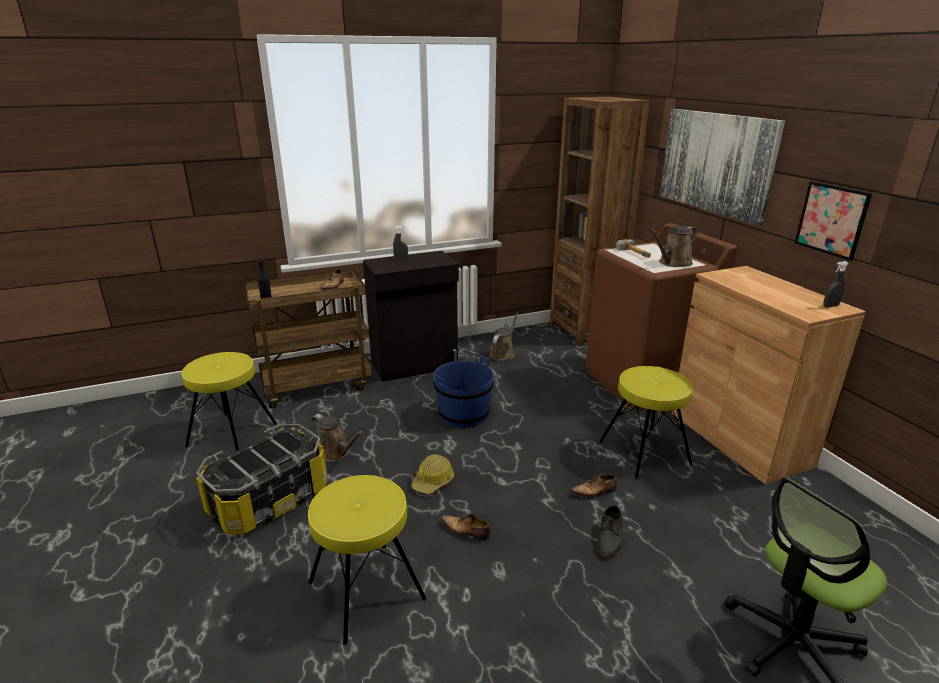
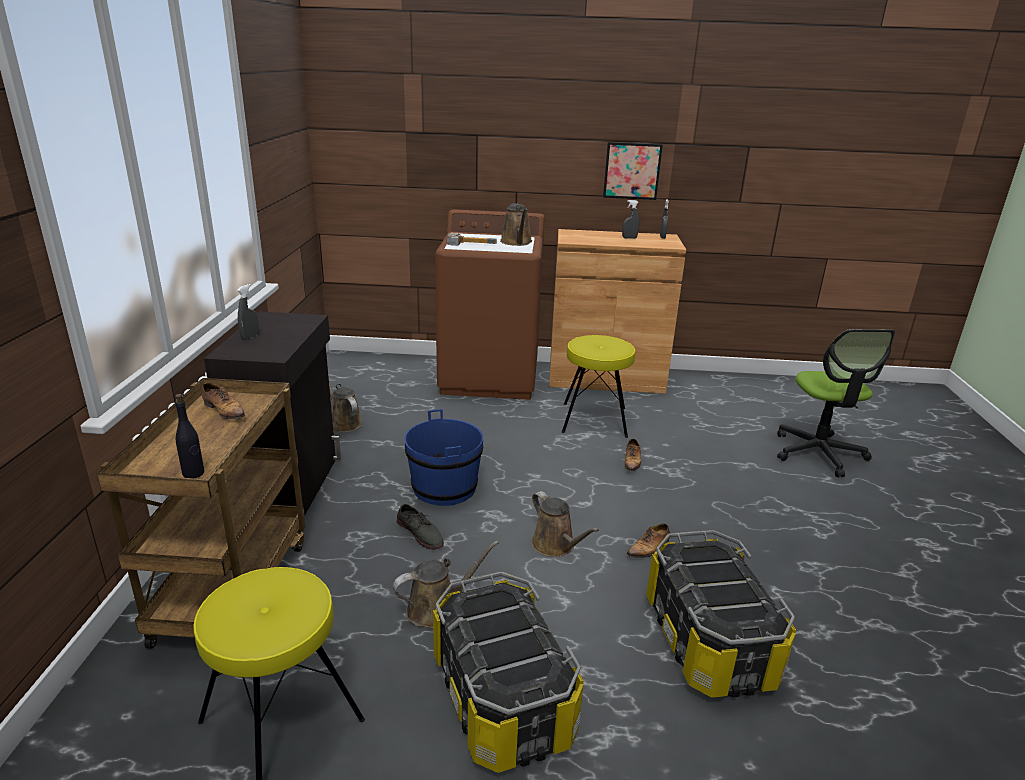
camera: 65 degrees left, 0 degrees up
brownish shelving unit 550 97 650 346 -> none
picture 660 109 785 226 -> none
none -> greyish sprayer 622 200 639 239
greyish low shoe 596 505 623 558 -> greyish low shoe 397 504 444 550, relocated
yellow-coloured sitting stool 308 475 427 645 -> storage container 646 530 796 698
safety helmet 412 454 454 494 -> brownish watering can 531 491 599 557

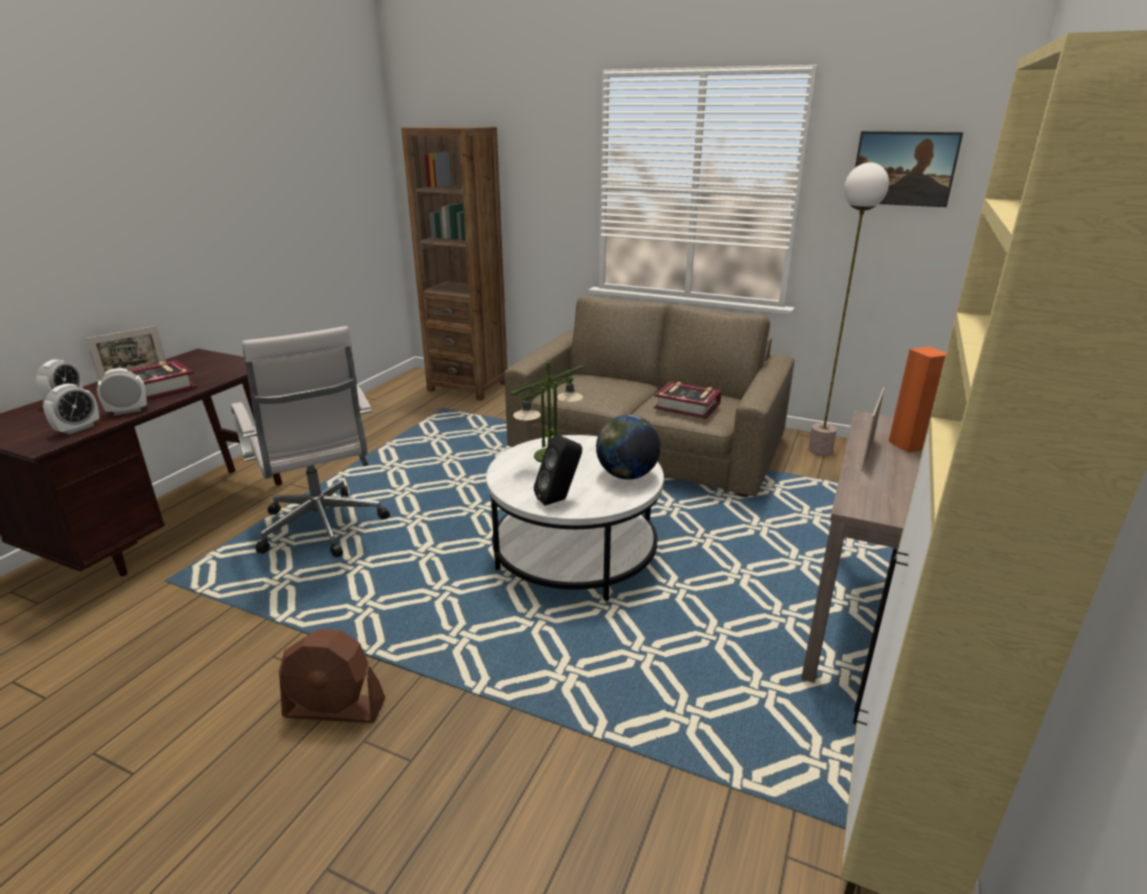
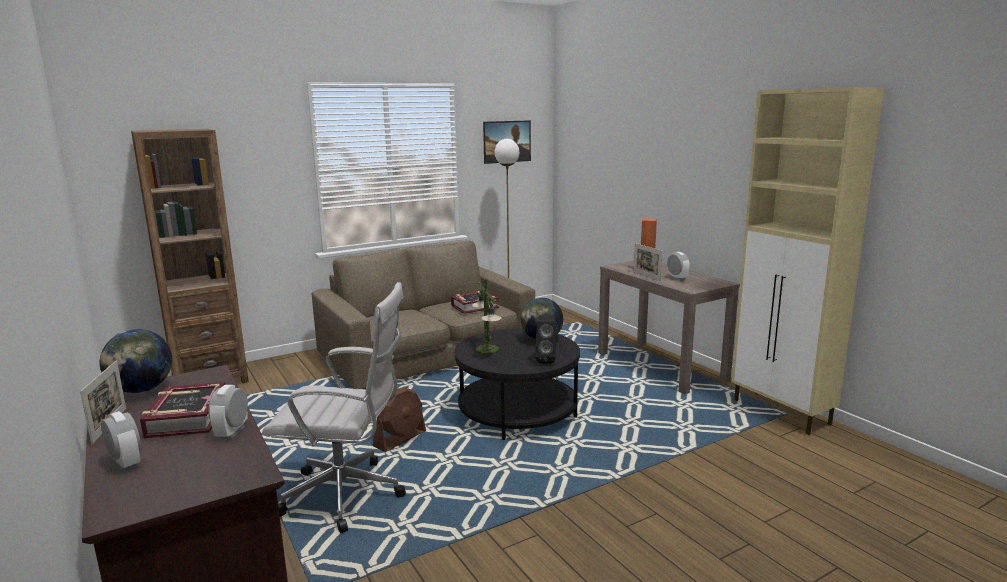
camera: 55 degrees left, 10 degrees down
none -> world globe 100 329 172 393
table clock 43 384 100 435 -> table clock 667 252 690 280, relocated
brownish cooling fan 279 629 385 723 -> brownish cooling fan 373 387 426 452, relocated
white-coloured lounge table 486 435 664 601 -> blackish lounge table 455 329 580 440

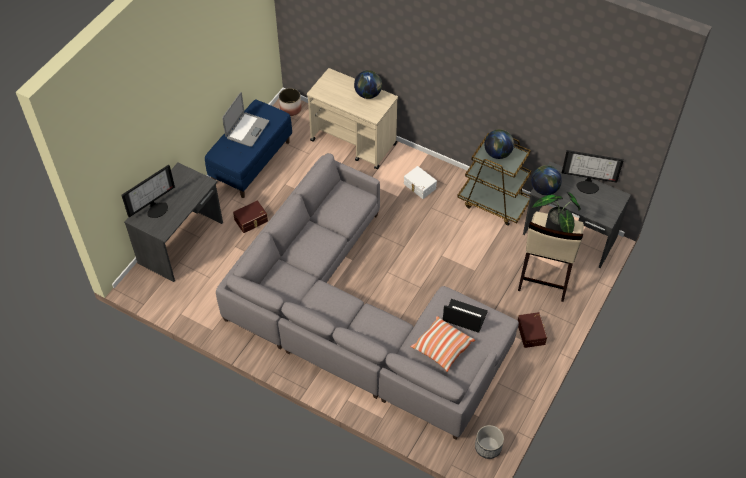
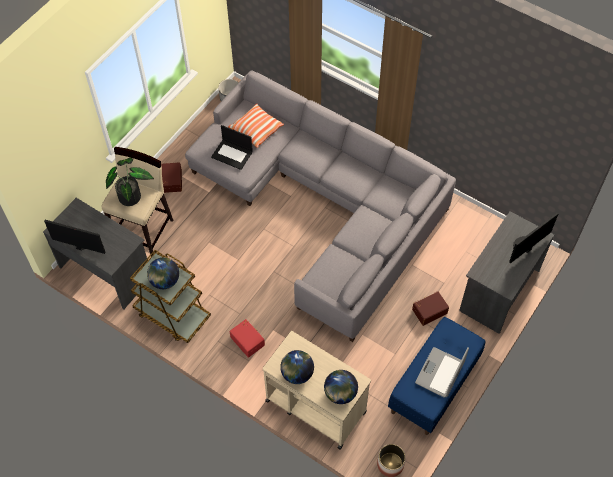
camera: 175 degrees left, 5 degrees up
world globe 531 165 562 195 -> world globe 324 370 358 404, relocated
white-coloured storage container 404 166 437 199 -> red storage container 229 319 265 358

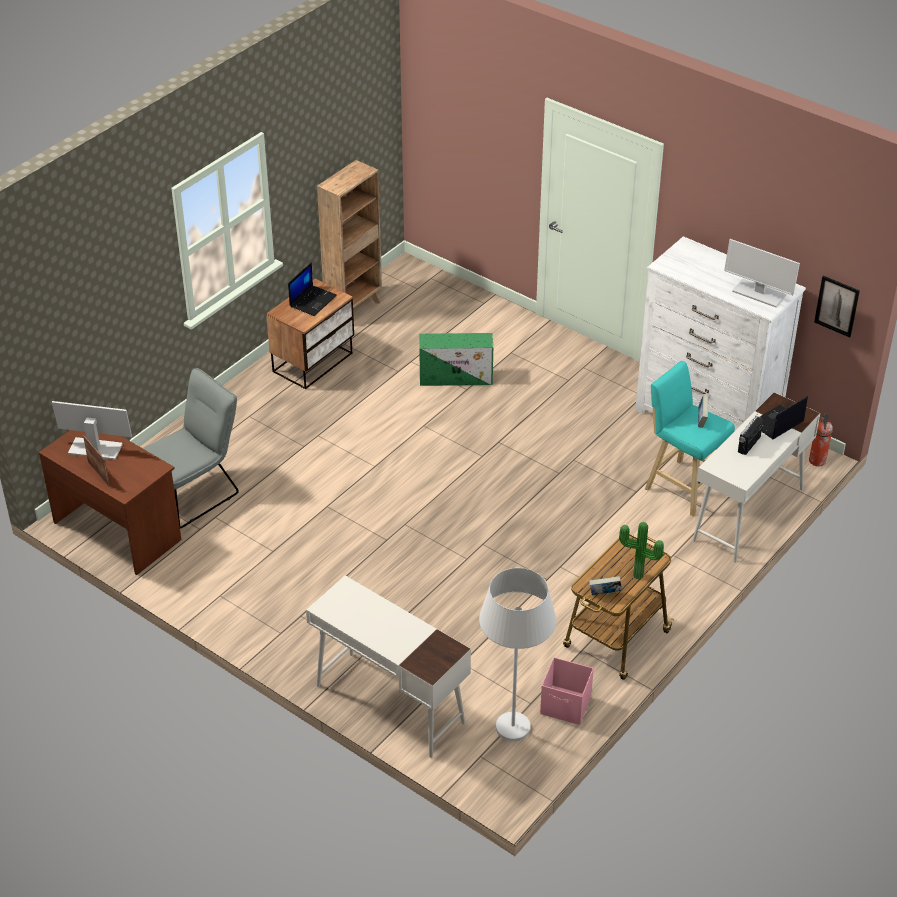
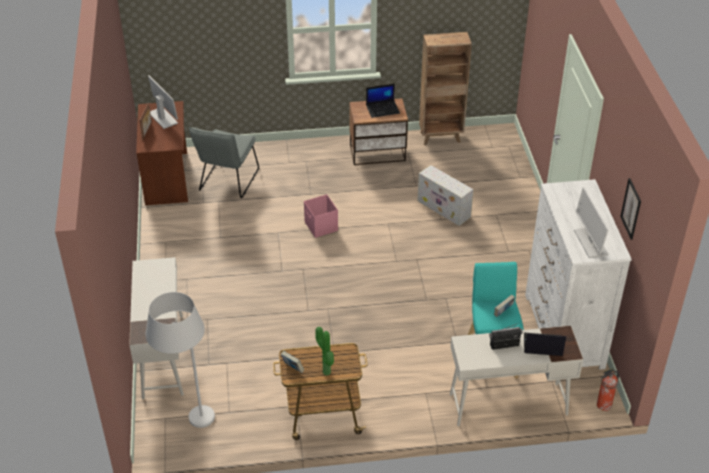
camera: 45 degrees right, 0 degrees up
pink storage container 540 657 594 725 -> pink storage container 304 194 338 238, relocated
picture 814 276 860 337 -> picture 620 178 641 240, relocated
green storage container 419 333 493 386 -> white-coloured storage container 417 165 474 226
greyish chair 143 368 239 529 -> greyish chair 189 127 259 198, 105 degrees clockwise

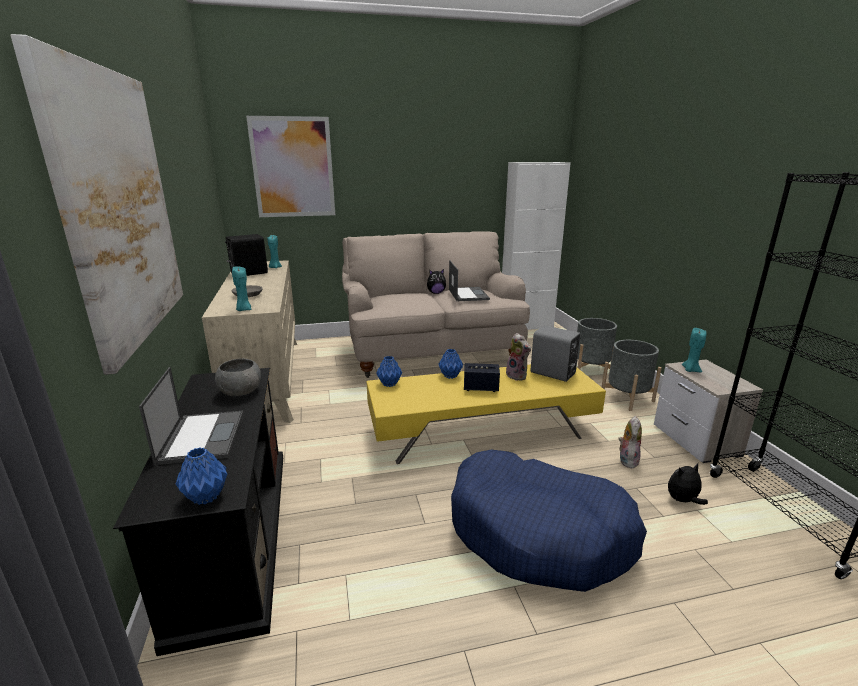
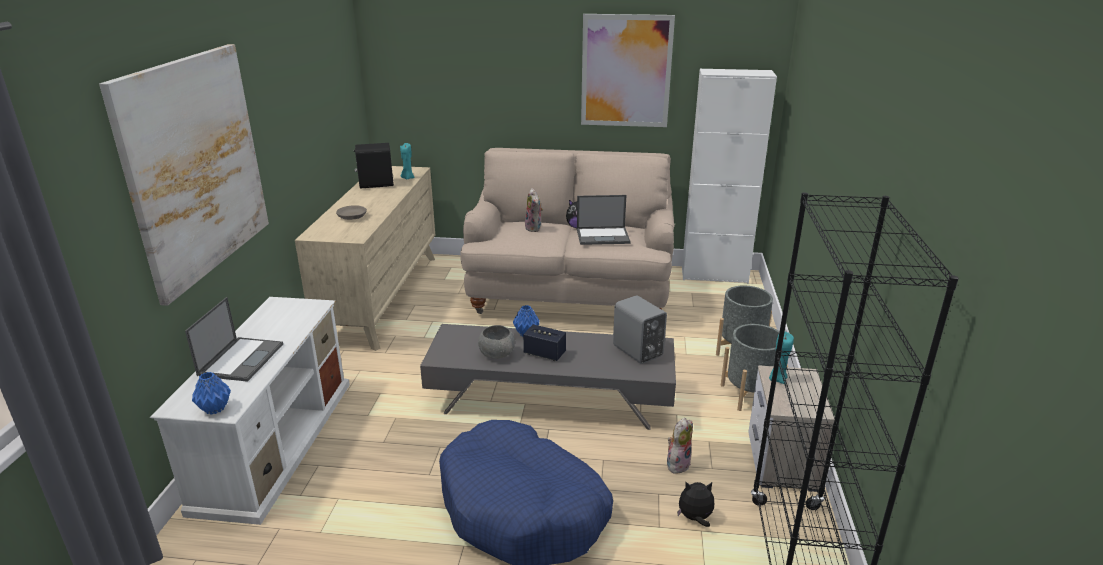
camera: 20 degrees right, 5 degrees up
turquoise wax candle 232 266 252 311 -> none
bluish flower vase 376 356 402 387 -> none
greyish deep dish 215 358 261 396 -> greyish deep dish 478 325 515 359, relocated
picture 246 116 335 217 -> picture 581 14 675 127, relocated
soft toy 506 333 531 381 -> soft toy 525 188 543 232, relocated
blackish tv stand 113 368 283 656 -> white-coloured tv stand 150 297 350 525
yellow-coloured lounge table 366 364 606 464 -> greyish lounge table 420 324 676 430
portable computer 449 260 490 301 -> portable computer 577 195 631 245, 75 degrees clockwise

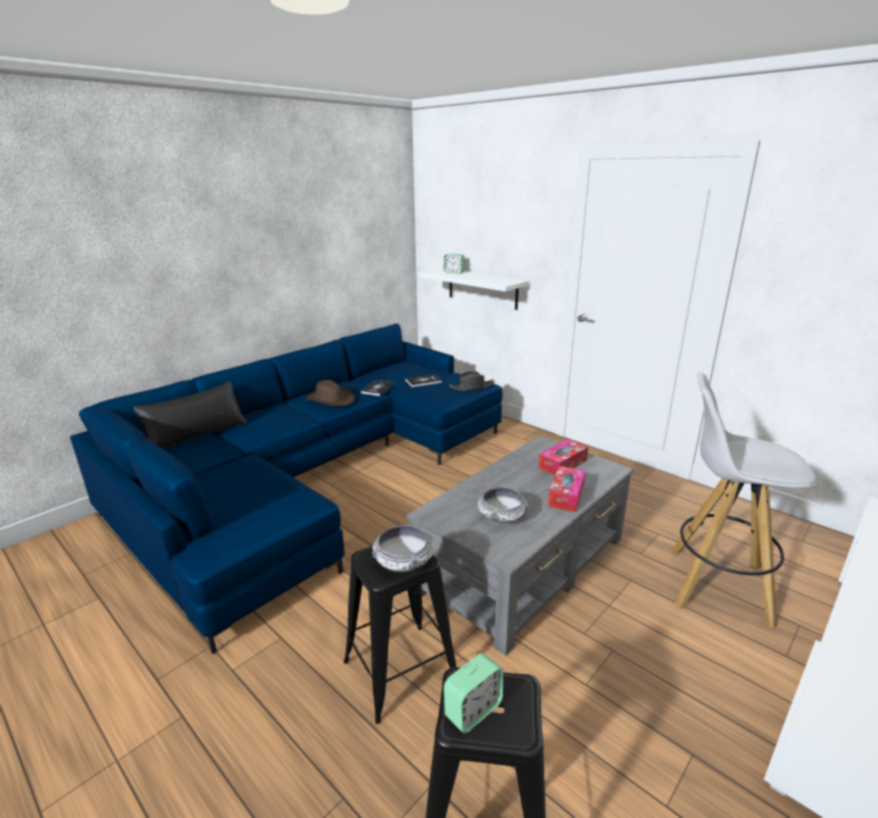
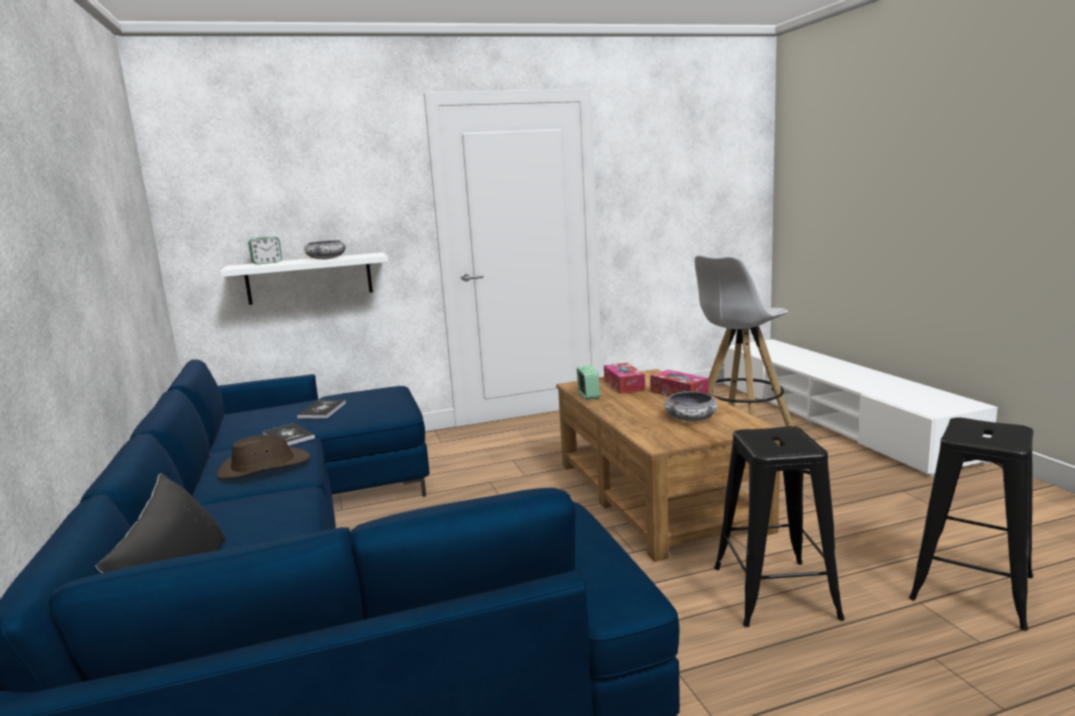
camera: 60 degrees left, 10 degrees down
blackish hat 449 371 495 391 -> none
deep dish 372 525 434 572 -> deep dish 304 240 346 259, relocated
table clock 444 653 503 734 -> table clock 577 365 600 400, relocated
greyish lounge table 406 435 634 656 -> brownish lounge table 556 369 780 562

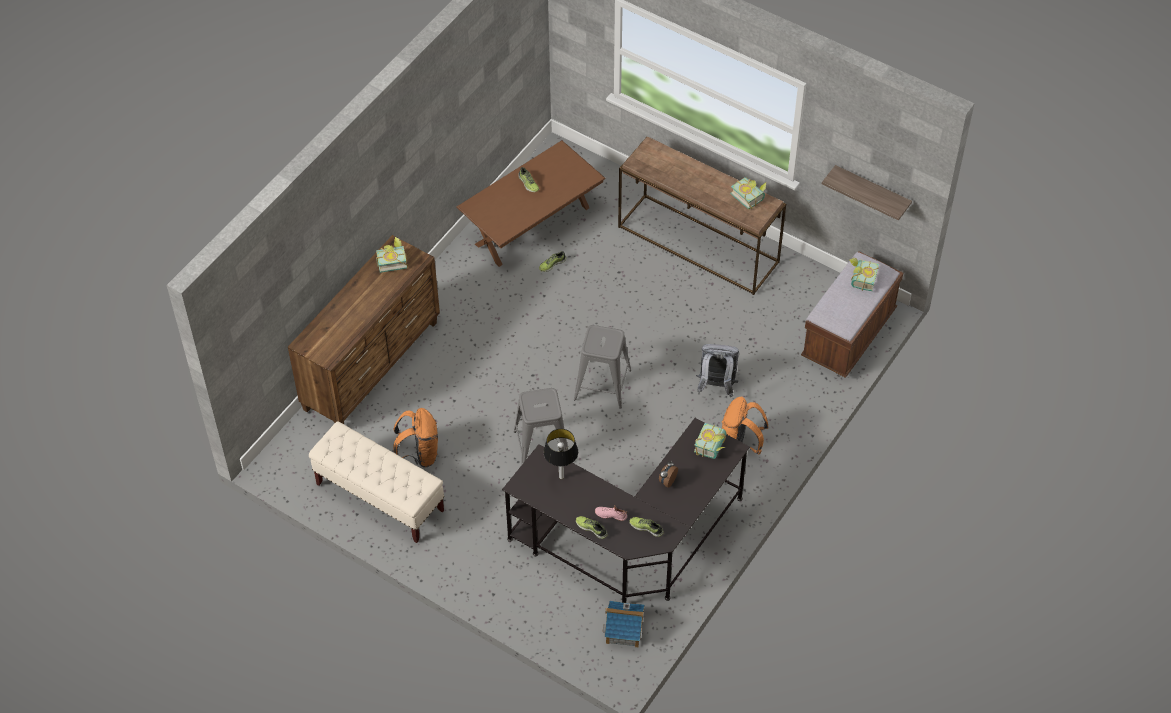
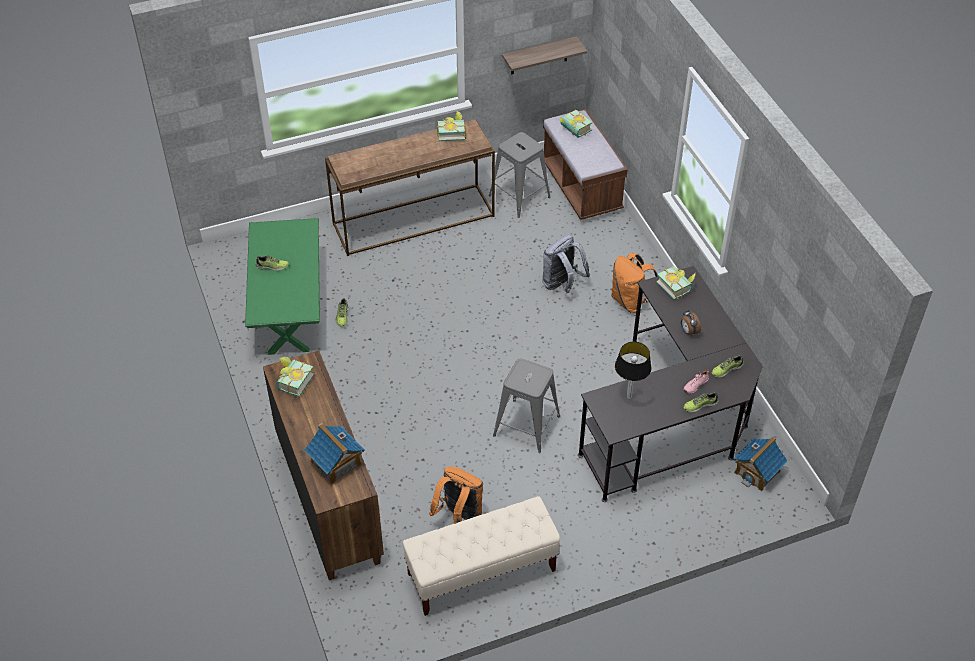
camera: 55 degrees left, 5 degrees down
none -> model house 304 423 365 484
greyish sitting stool 574 325 631 409 -> greyish sitting stool 489 132 551 218, relocated
brownish lounge table 457 140 606 267 -> green lounge table 245 218 320 355

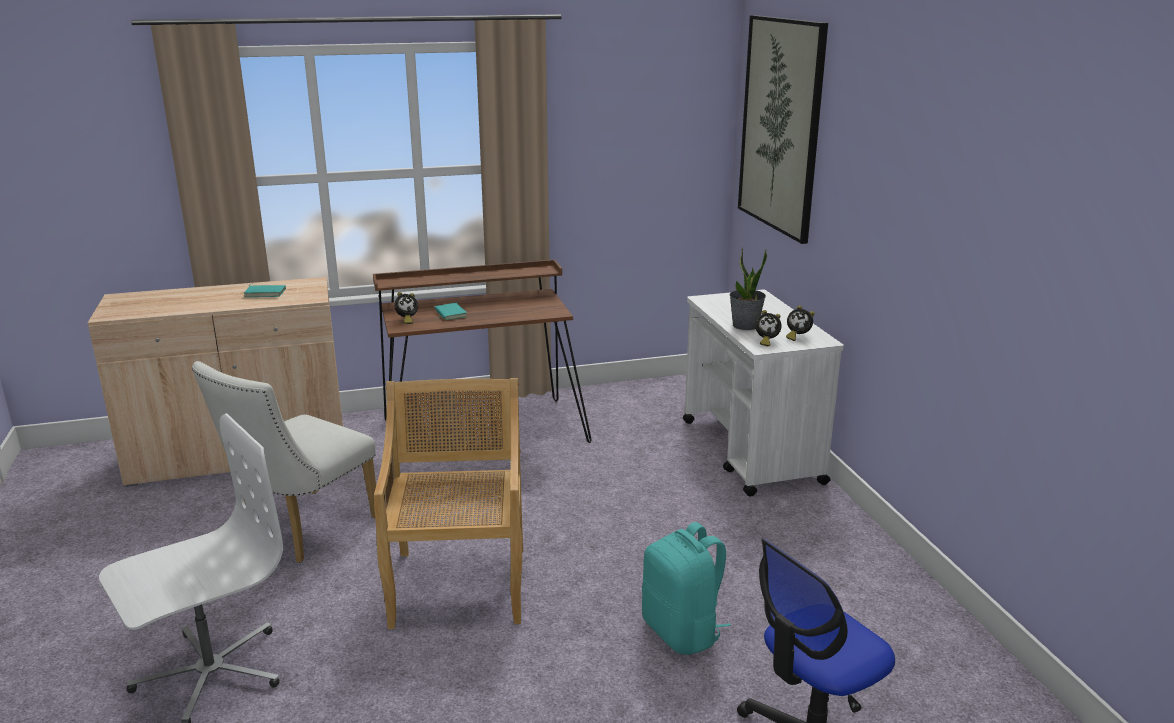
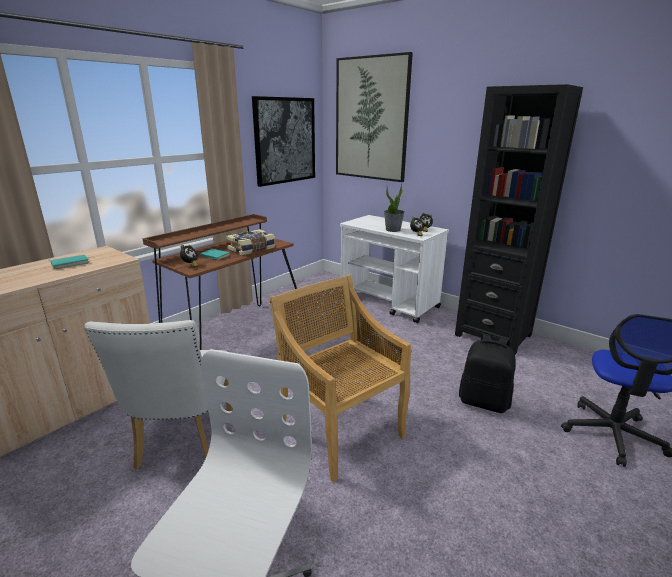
camera: 35 degrees left, 0 degrees up
none -> volume 226 229 275 255
none -> picture 252 96 315 187
none -> blackish shelving unit 455 84 583 355
turquoise backpack 642 522 731 655 -> blackish backpack 459 334 516 413

